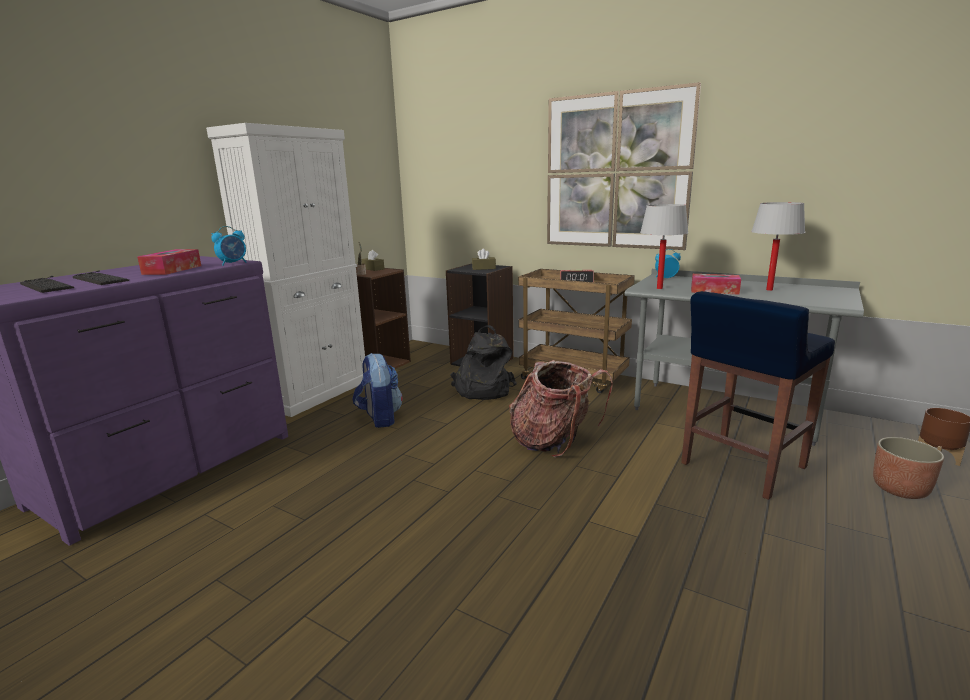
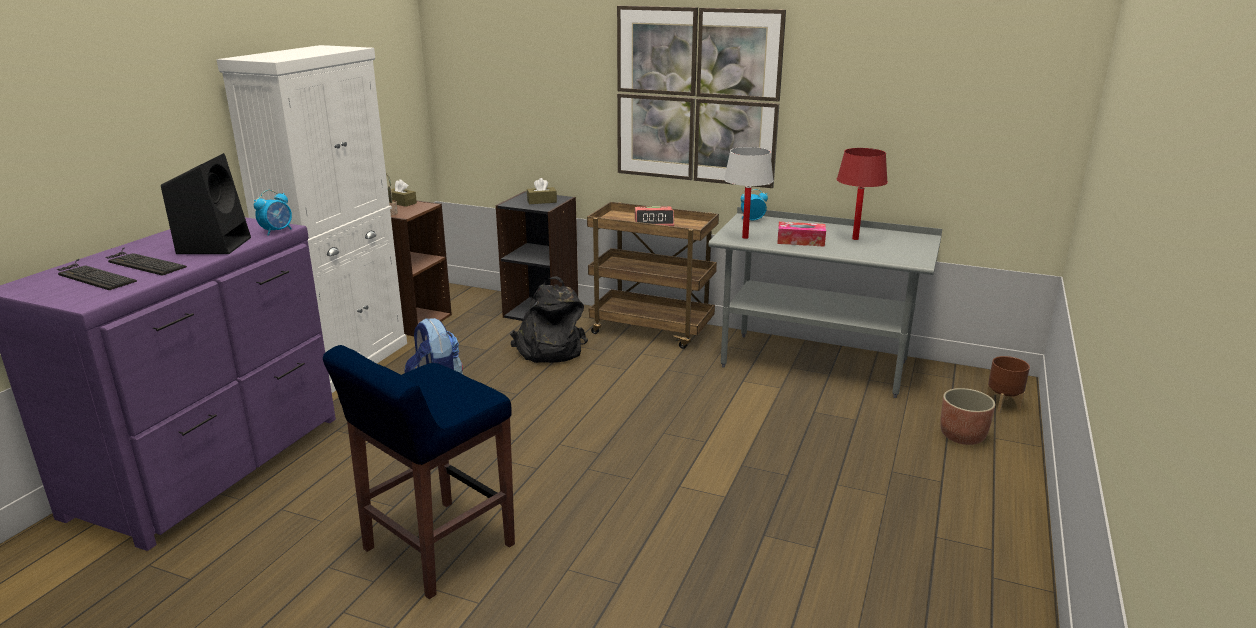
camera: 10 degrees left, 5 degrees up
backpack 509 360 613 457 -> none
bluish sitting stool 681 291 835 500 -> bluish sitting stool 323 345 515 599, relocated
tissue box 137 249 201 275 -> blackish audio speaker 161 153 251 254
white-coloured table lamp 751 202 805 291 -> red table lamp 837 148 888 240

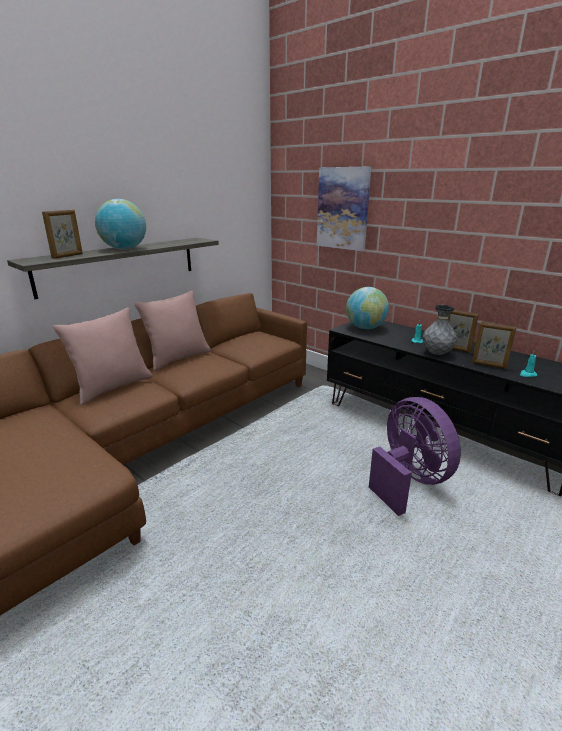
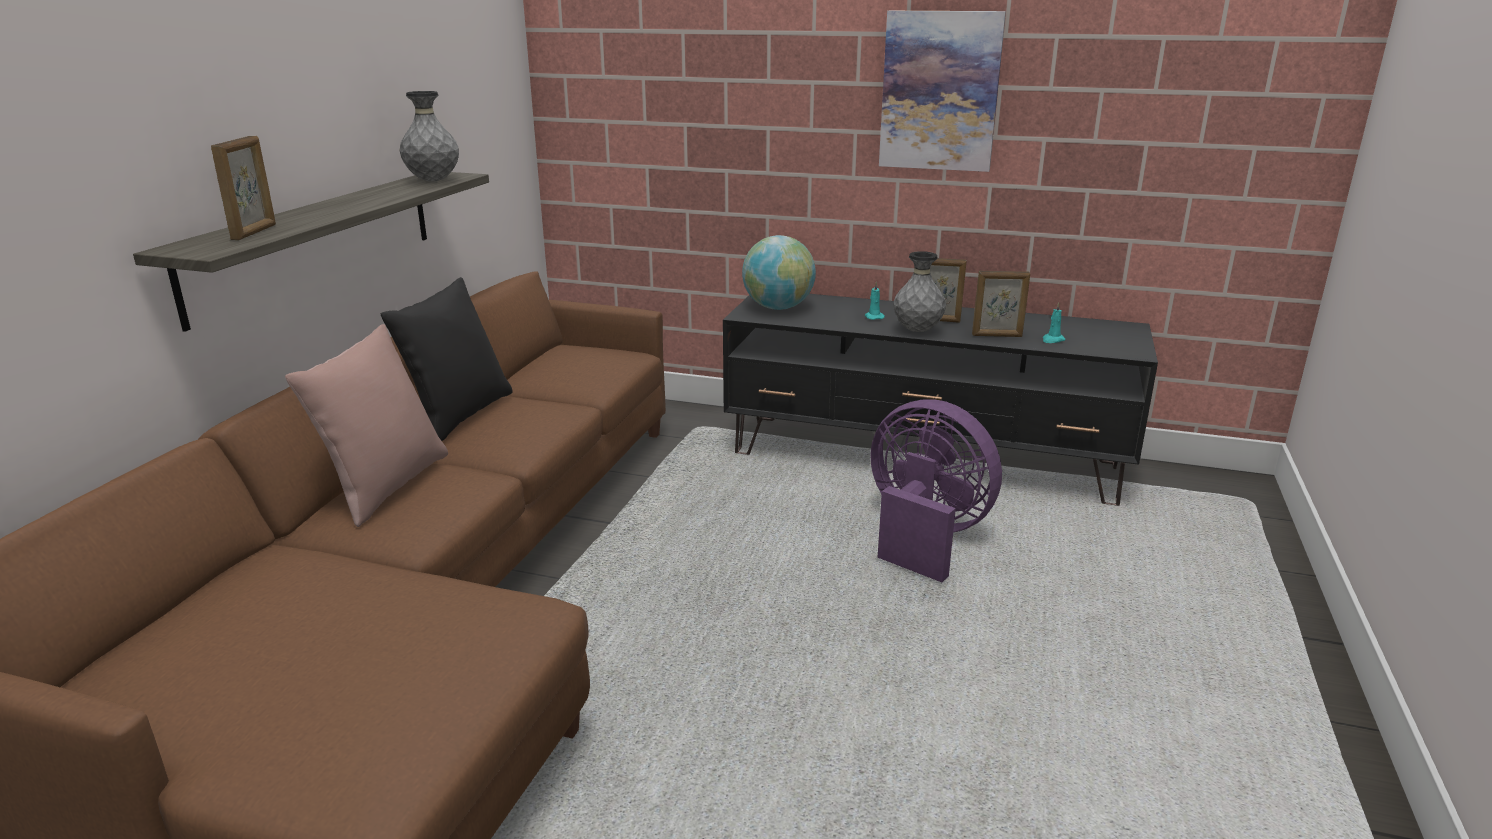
camera: 25 degrees left, 0 degrees up
world globe 95 199 146 250 -> none
none -> greyish flower vase 400 91 459 182
picture 317 167 371 251 -> picture 879 11 1006 172, relocated
pink pillow 134 291 211 371 -> blackish pillow 381 277 513 441

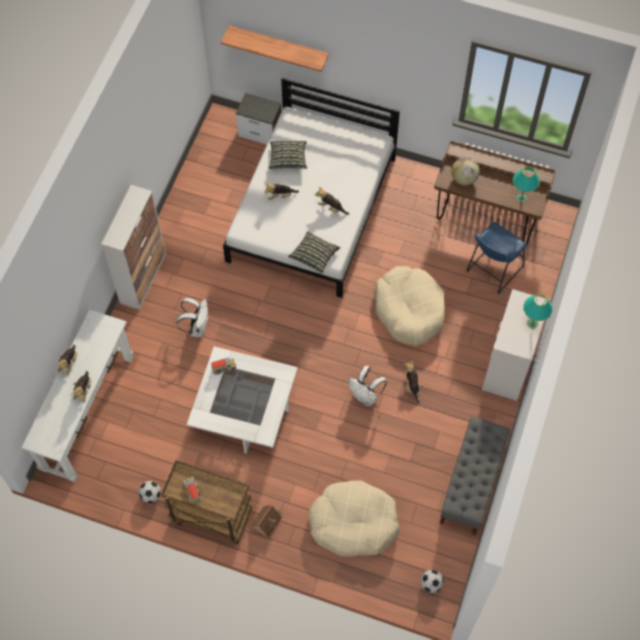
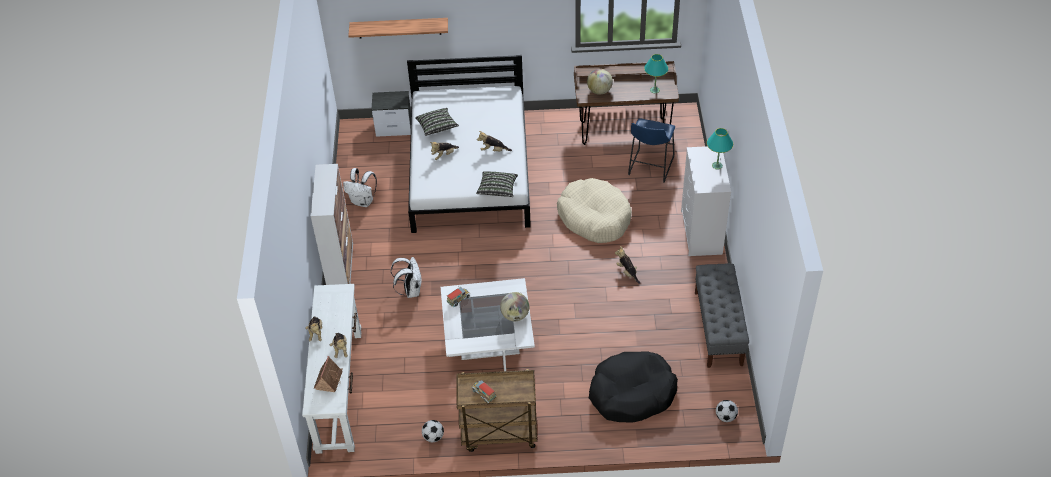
camera: 20 degrees left, 15 degrees down
none -> world globe 500 292 529 321
model house 251 504 283 538 -> model house 314 356 343 392, relocated
white-coloured backpack 348 366 387 406 -> white-coloured backpack 343 168 377 207, relocated
beige dog cushion 308 480 400 557 -> blackish dog cushion 589 351 678 422

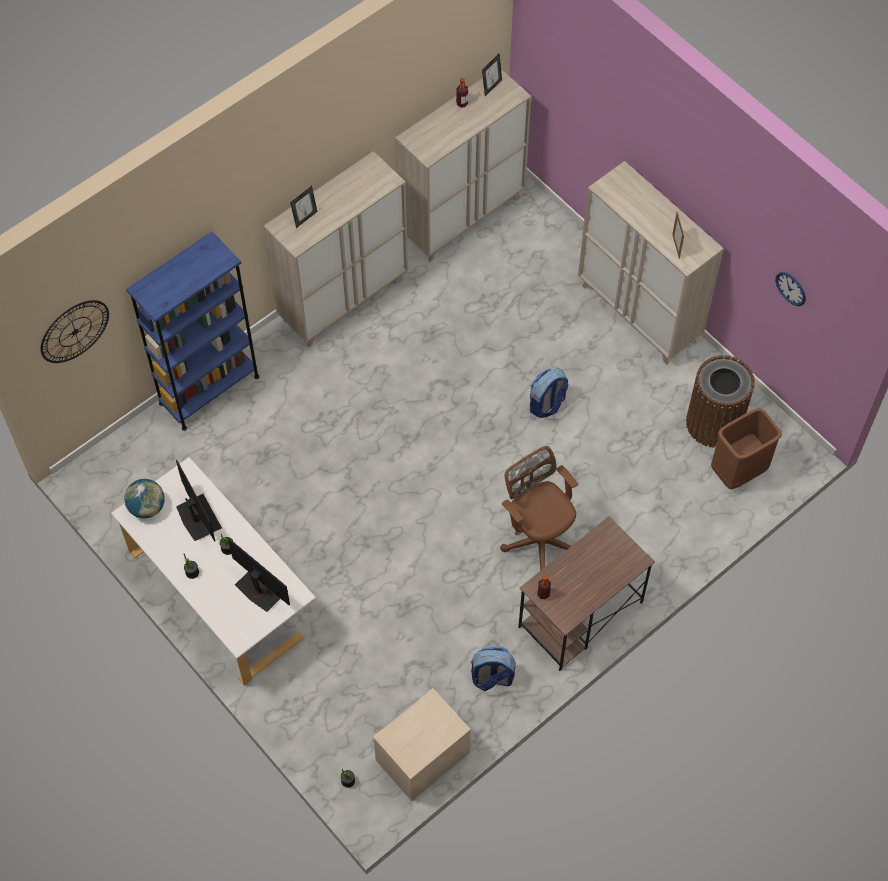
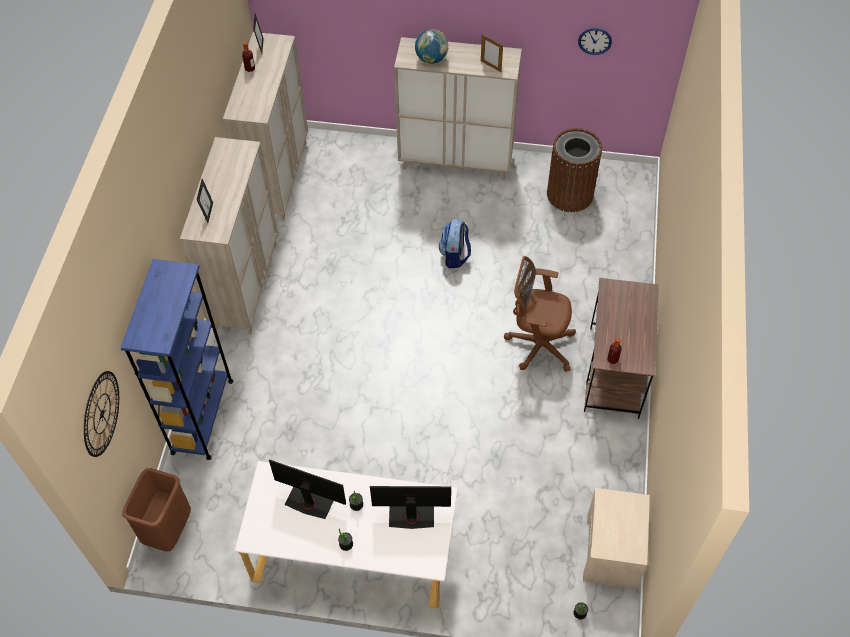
camera: 40 degrees left, 5 degrees down
backpack 471 646 516 691 -> none
world globe 124 479 165 518 -> world globe 415 29 448 64, relocated
brownish waste bin 711 408 782 489 -> brownish waste bin 122 468 191 551, relocated

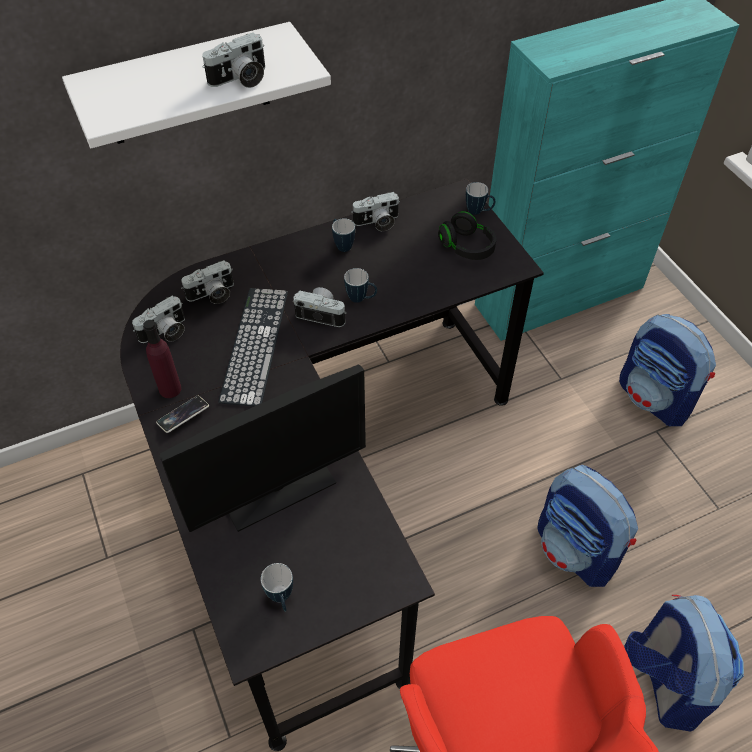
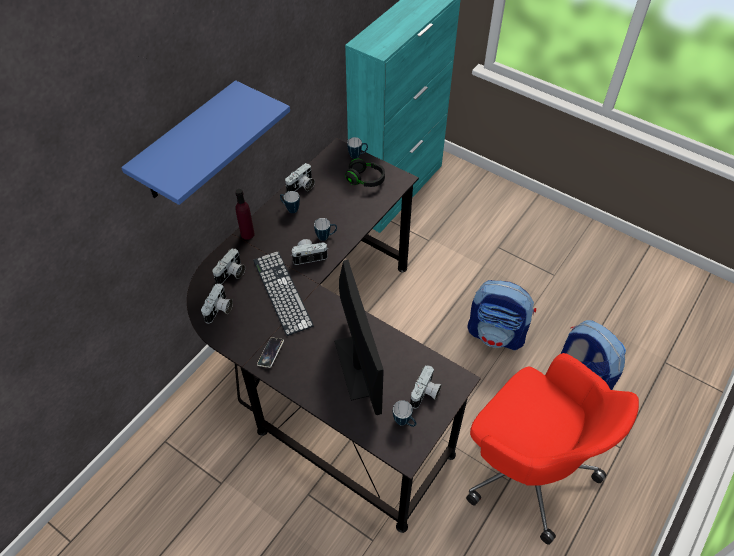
camera: 30 degrees left, 0 degrees up
backpack 619 314 716 426 -> none
purple-coloured bottle 143 320 182 398 -> purple-coloured bottle 235 189 255 240, relocated
photo camera 202 33 265 88 -> photo camera 410 366 442 408, relocated
white-coloured wall shelf 62 22 331 148 -> bluish wall shelf 121 80 290 205
monitor 160 365 366 532 -> monitor 334 260 384 415, 45 degrees counterclockwise

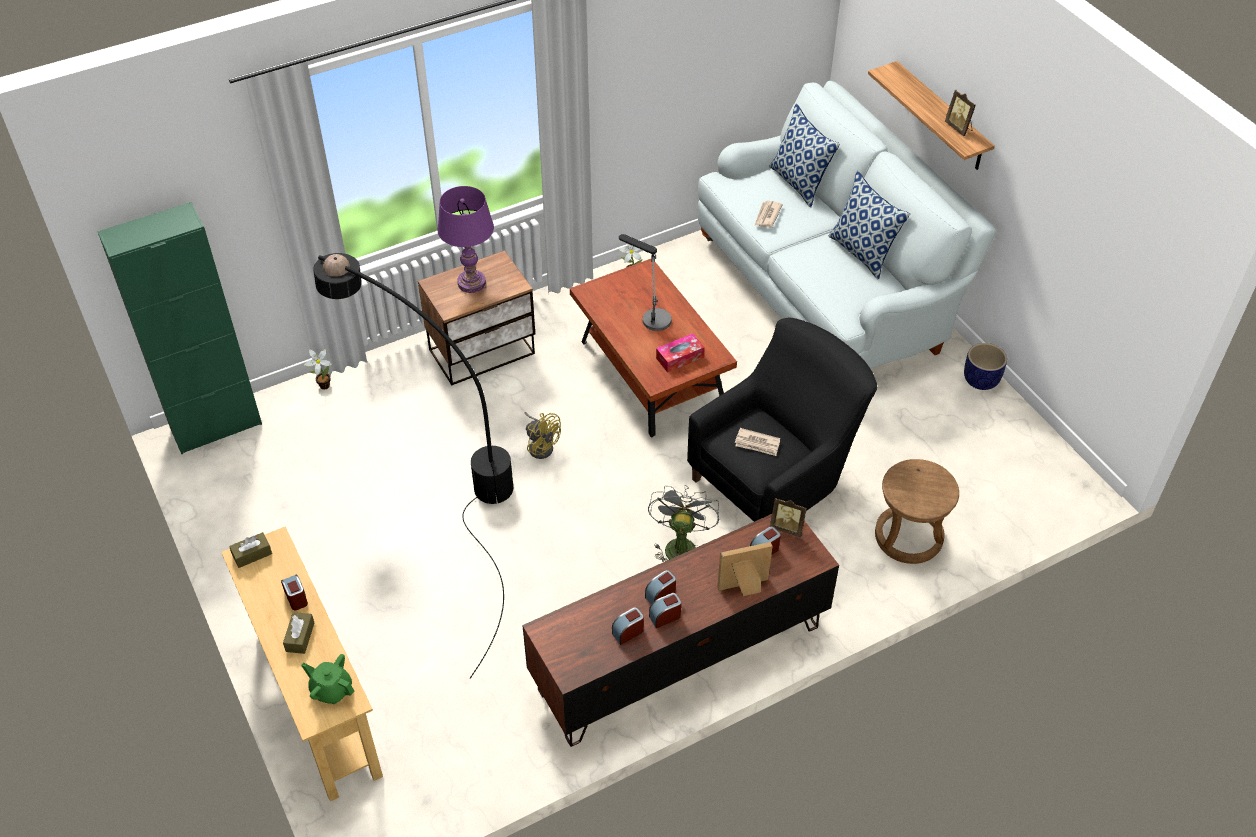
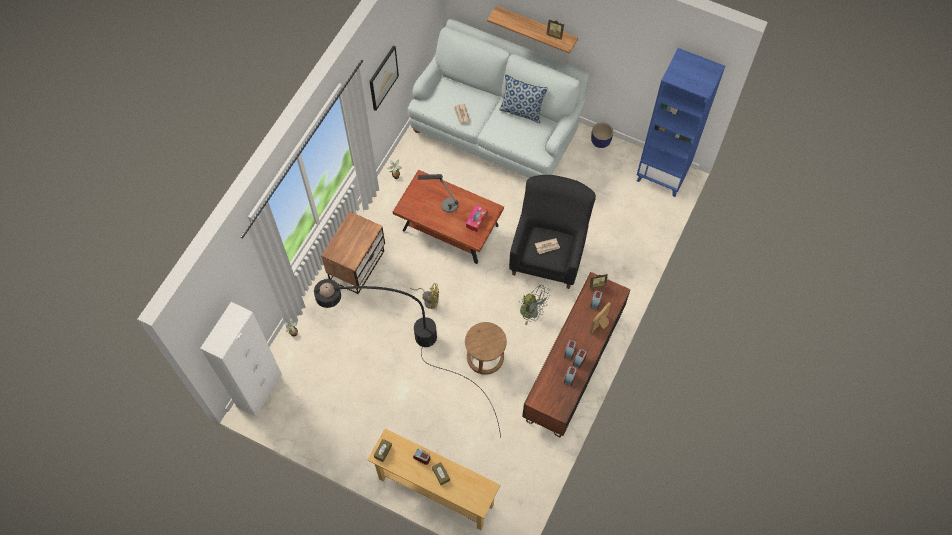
camera: 35 degrees left, 15 degrees up
green tea pot 301 654 354 704 -> none
purple-coloured table lamp 437 186 494 293 -> none
pillow 769 104 840 208 -> none
none -> picture 369 45 399 111
none -> bluish shelving unit 637 48 725 197
brownish sitting stool 875 459 959 564 -> brownish sitting stool 465 322 507 375, relocated
green cupboard 97 202 262 454 -> white-coloured cupboard 200 302 282 416
greyish cooling fan 648 485 719 562 -> greyish cooling fan 519 285 550 325, 150 degrees clockwise

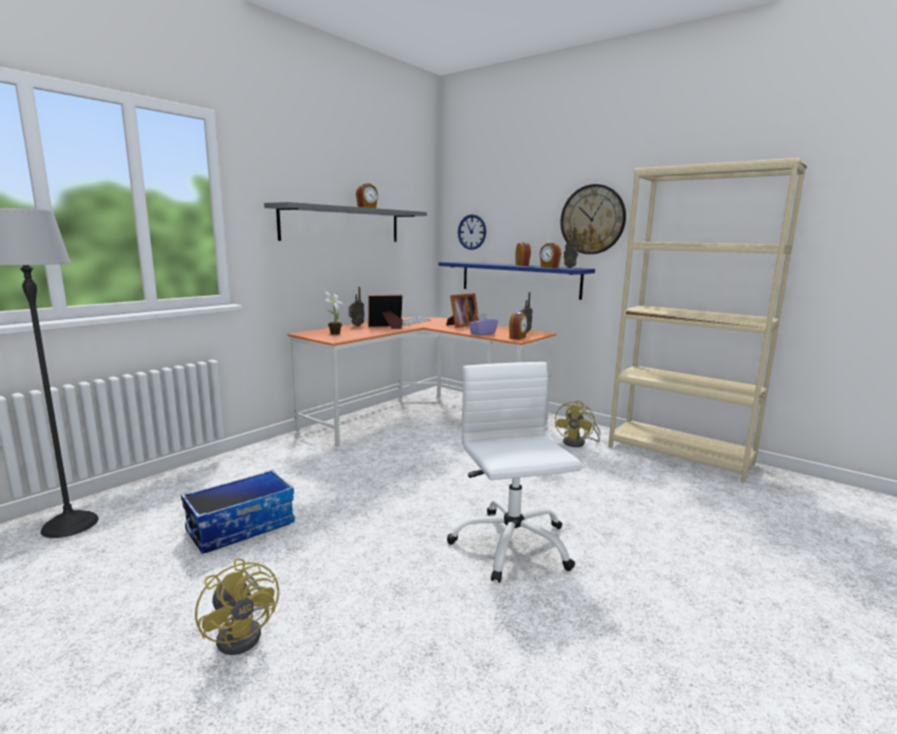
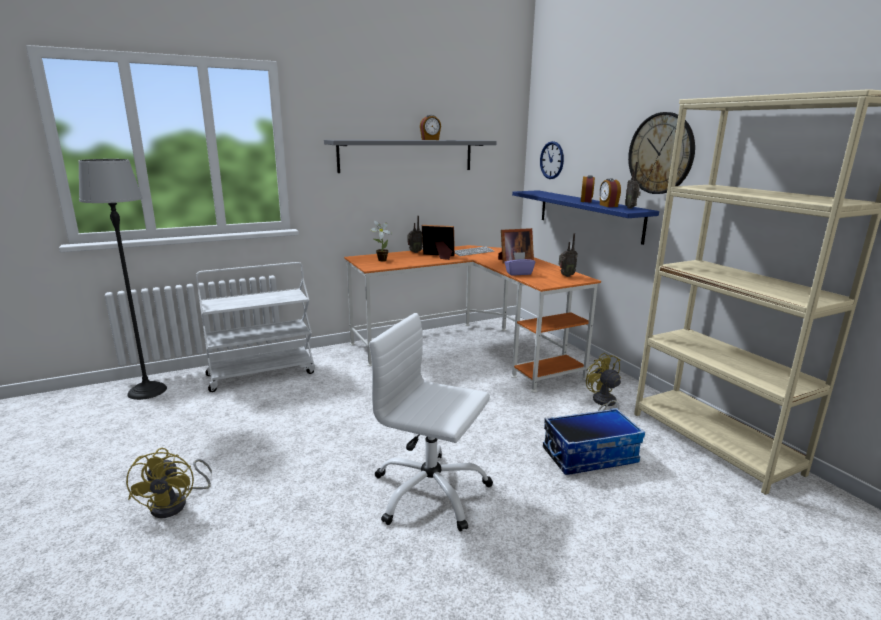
camera: 25 degrees right, 5 degrees up
table clock 509 312 528 340 -> none
none -> white-coloured cart 196 262 315 392
storage container 181 470 295 554 -> storage container 543 408 645 475, relocated
white-coloured office chair 447 362 582 583 -> white-coloured office chair 369 313 493 531, 75 degrees counterclockwise
yellow-coloured cooling fan 555 401 601 447 -> yellow-coloured cooling fan 586 353 621 411, 105 degrees clockwise

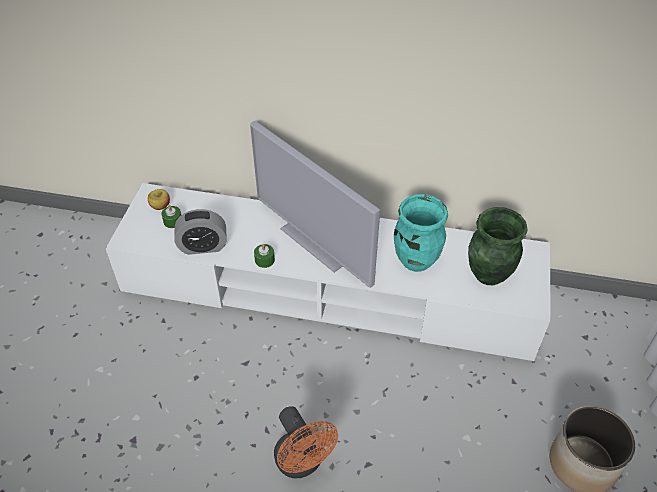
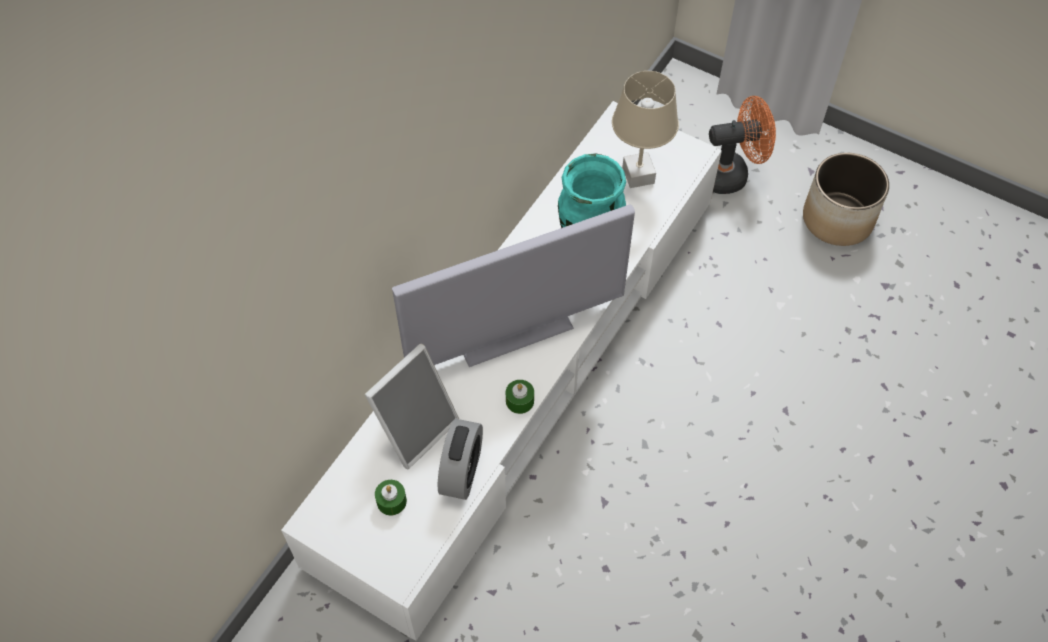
camera: 70 degrees left, 10 degrees up
whole apple 148 189 170 210 -> none
none -> photo frame 365 344 459 469
orange cooling fan 274 406 338 478 -> orange cooling fan 709 96 776 194, relocated
green flower vase 468 207 528 285 -> beige table lamp 612 71 679 188

